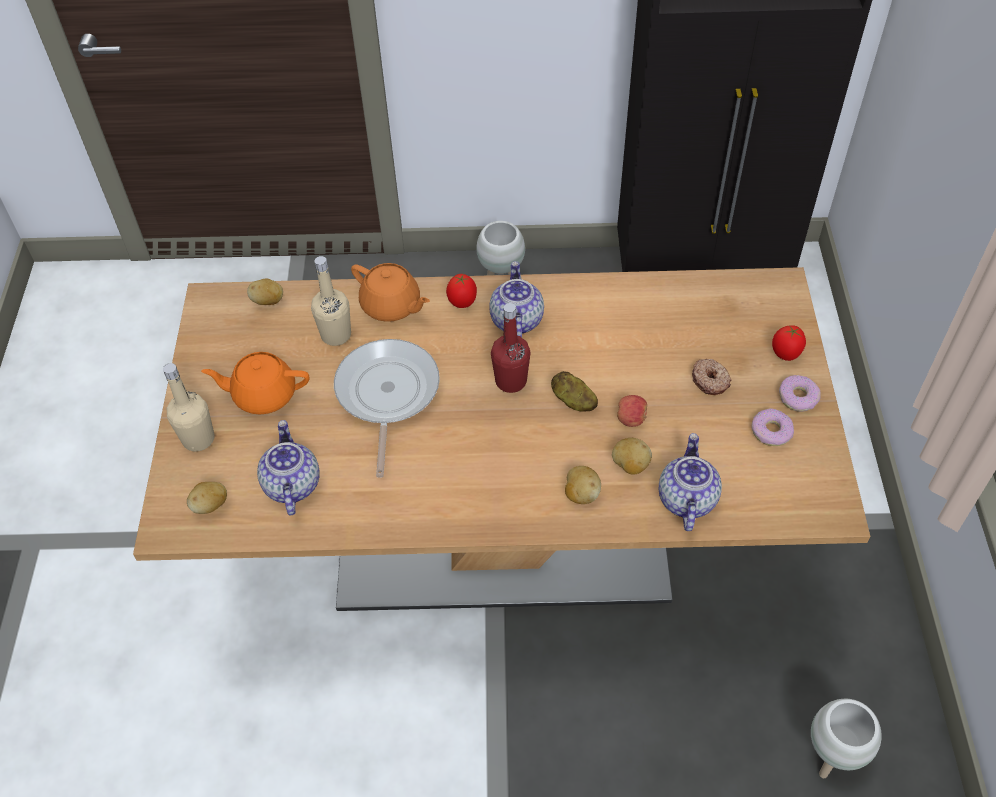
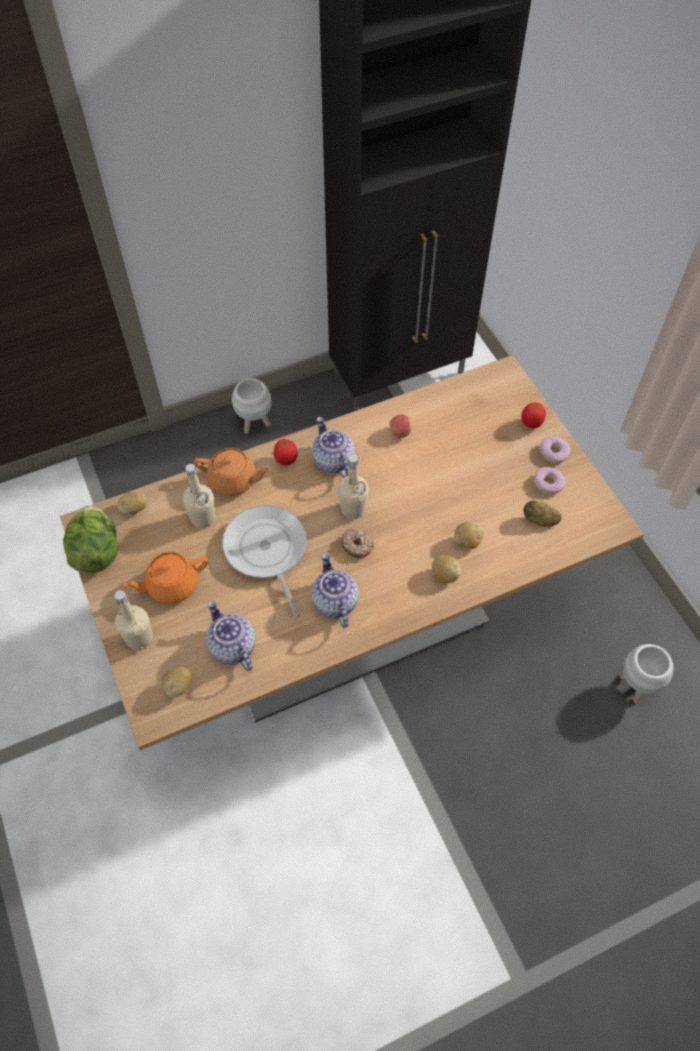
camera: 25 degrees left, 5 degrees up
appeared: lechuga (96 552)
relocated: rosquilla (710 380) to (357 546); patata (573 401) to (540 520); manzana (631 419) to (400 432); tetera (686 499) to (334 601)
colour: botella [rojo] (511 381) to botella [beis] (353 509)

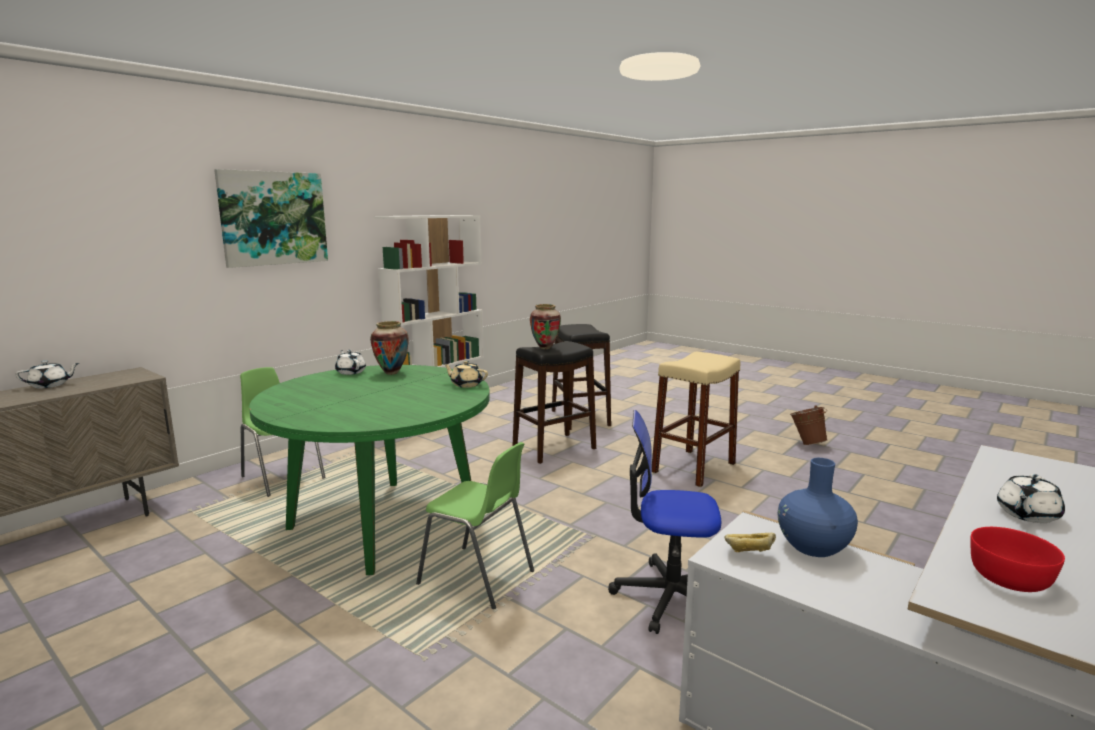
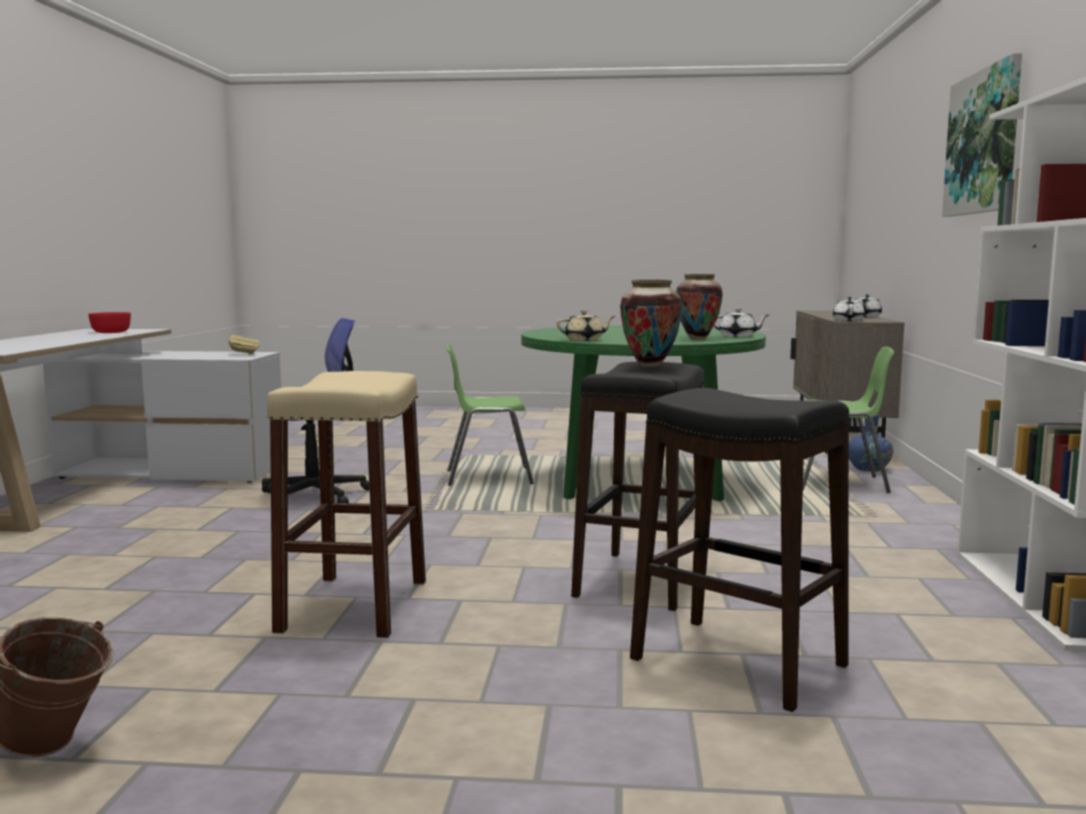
camera: 145 degrees right, 5 degrees down
relocated: florero [azul] (813 546) to (868 468); tetera [blanco] (1027 515) to (848 320)

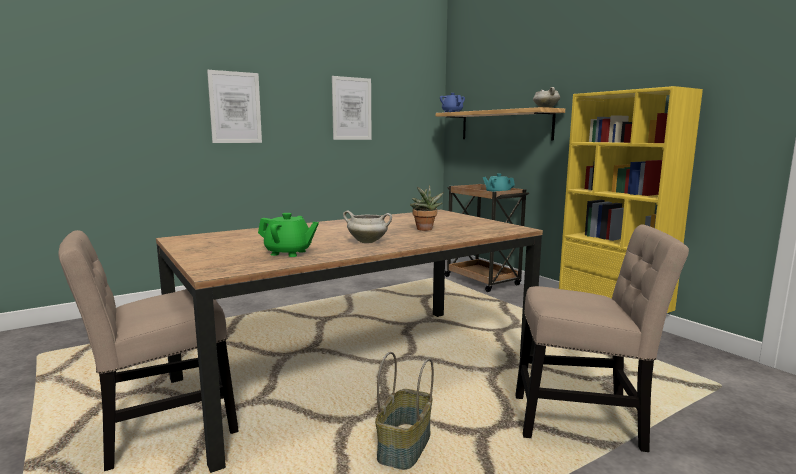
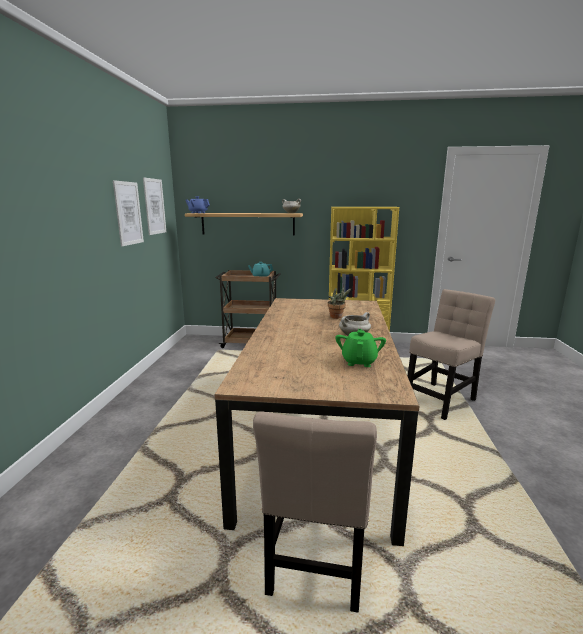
camera: 50 degrees left, 5 degrees up
missing: cesta (405 447)
relocated: cuadro (235 107) to (154 206)
spun: tetera [verde] (288 253) = (359 361) 45 degrees counterclockwise

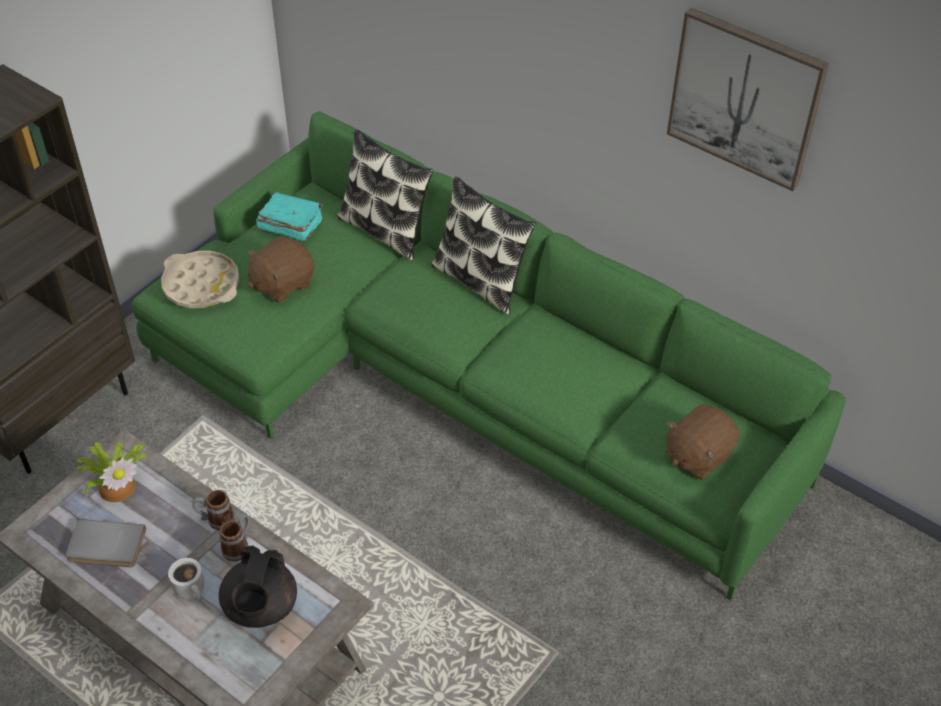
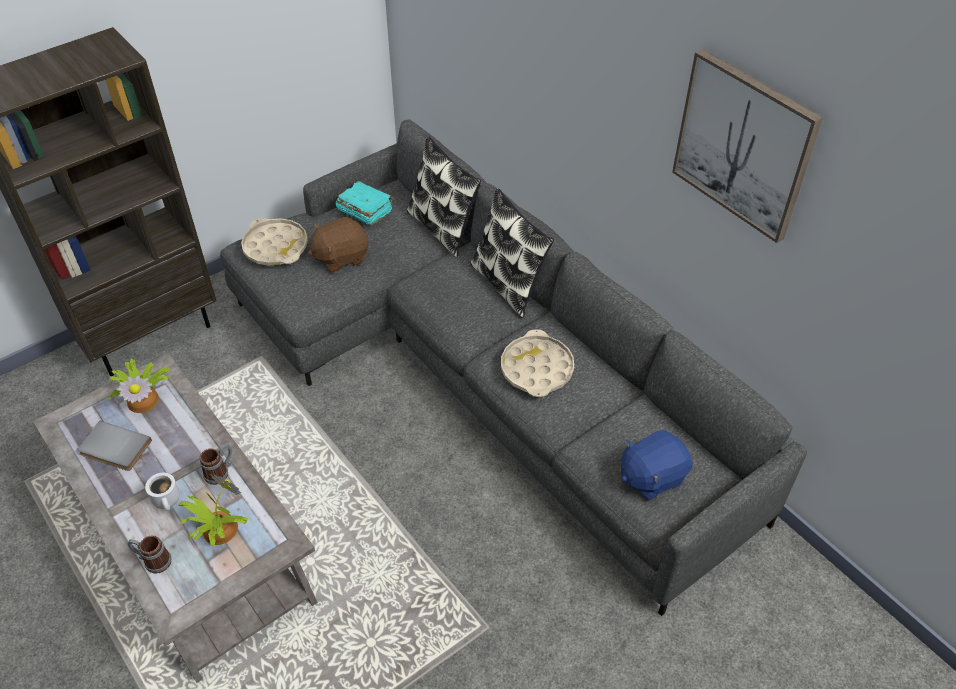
camera: 15 degrees right, 0 degrees up
appeared: bandeja [beis] (536 369)
relocated: taza grande (215 519) to (153 561)
exchanged: tetera [negro] (260 607) to planta en maceta (217 530)
colour: sofá [verde] (462 385) to sofá [gris] (481 372); peluche [marrón] (697 455) to peluche [azul] (651 476)

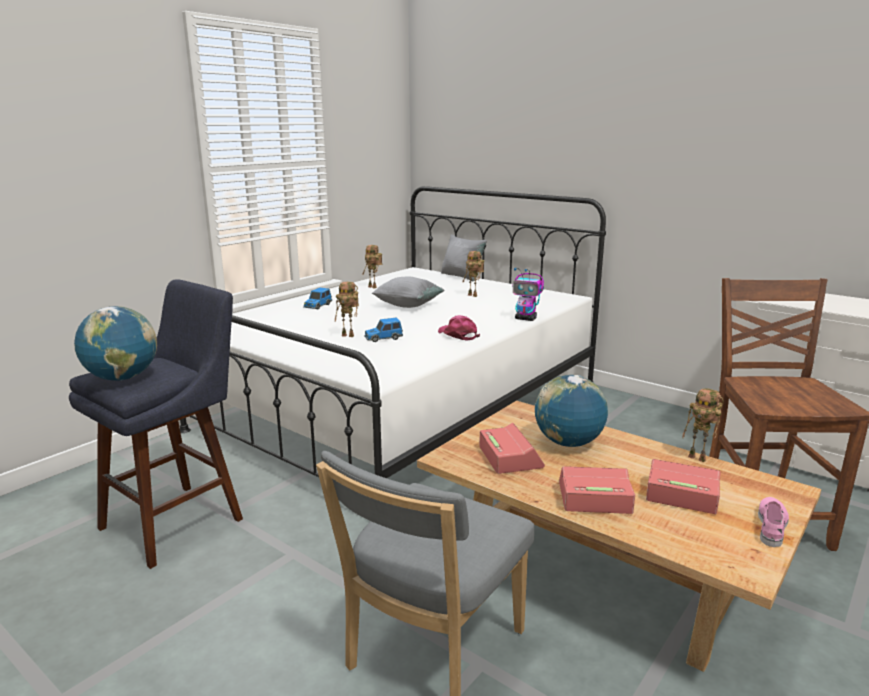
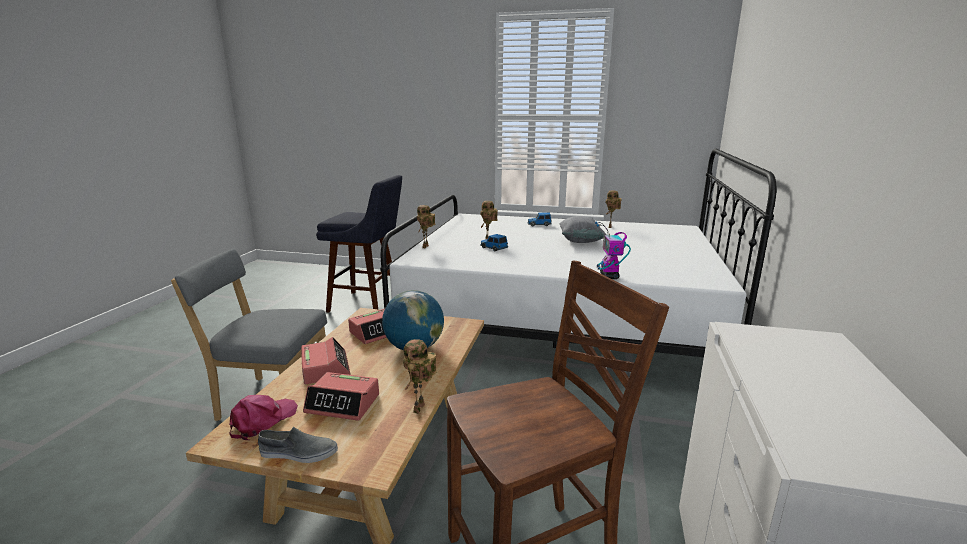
camera: 65 degrees right, 0 degrees up
missing: cojín [gris] (462 276); globo terráqueo (122 378)
relocated: robot de juguete (473 295) to (426 247); gorra [rosa] (458 334) to (262 421)
colour: zapato [rosa] (771 525) to zapato [gris] (298 453)
spun: despertador (681 494) = (343 404) 105 degrees clockwise

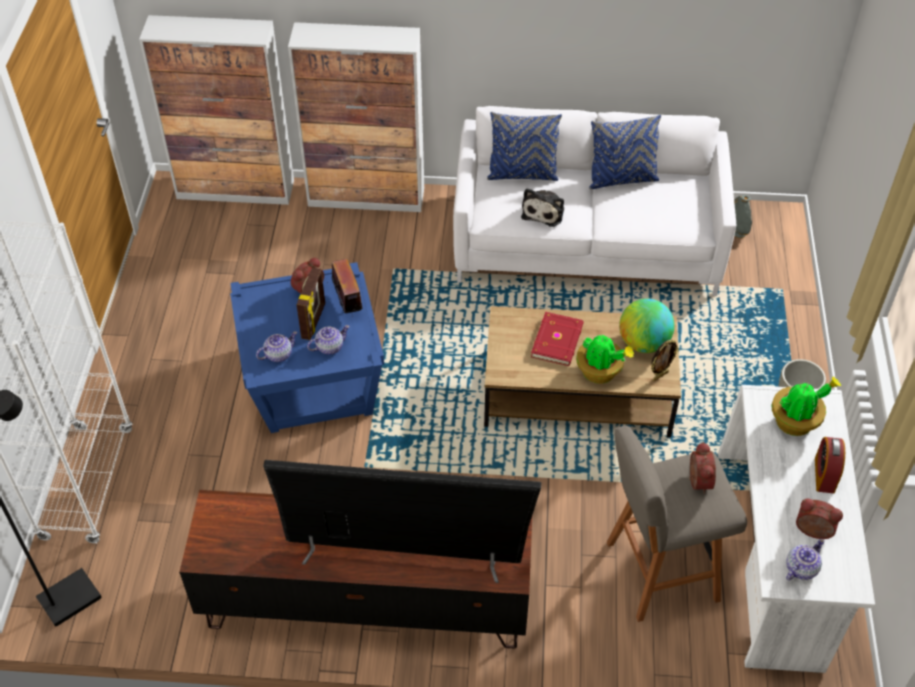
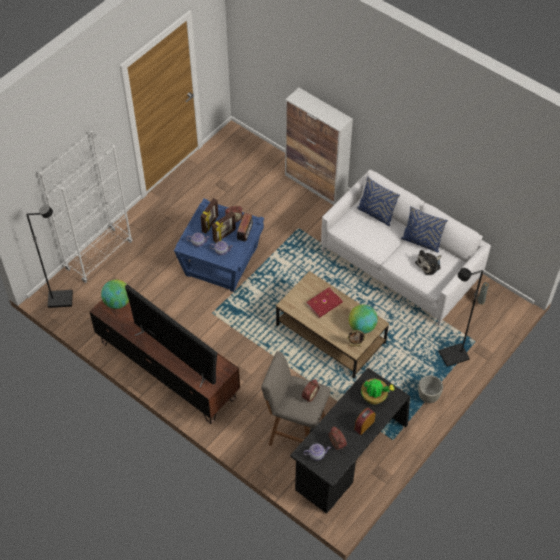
camera: 35 degrees right, 5 degrees up
missing: armario (236 190); planta en maceta (600 372)
appeared: portarretratos (210 224); lámpara de pie [negro] (453 356); globo terráqueo (117 302)
relocated: peluche (544 211) to (429 265)
colour: escritorio [blanco] (773 559) to escritorio [negro] (349 456)

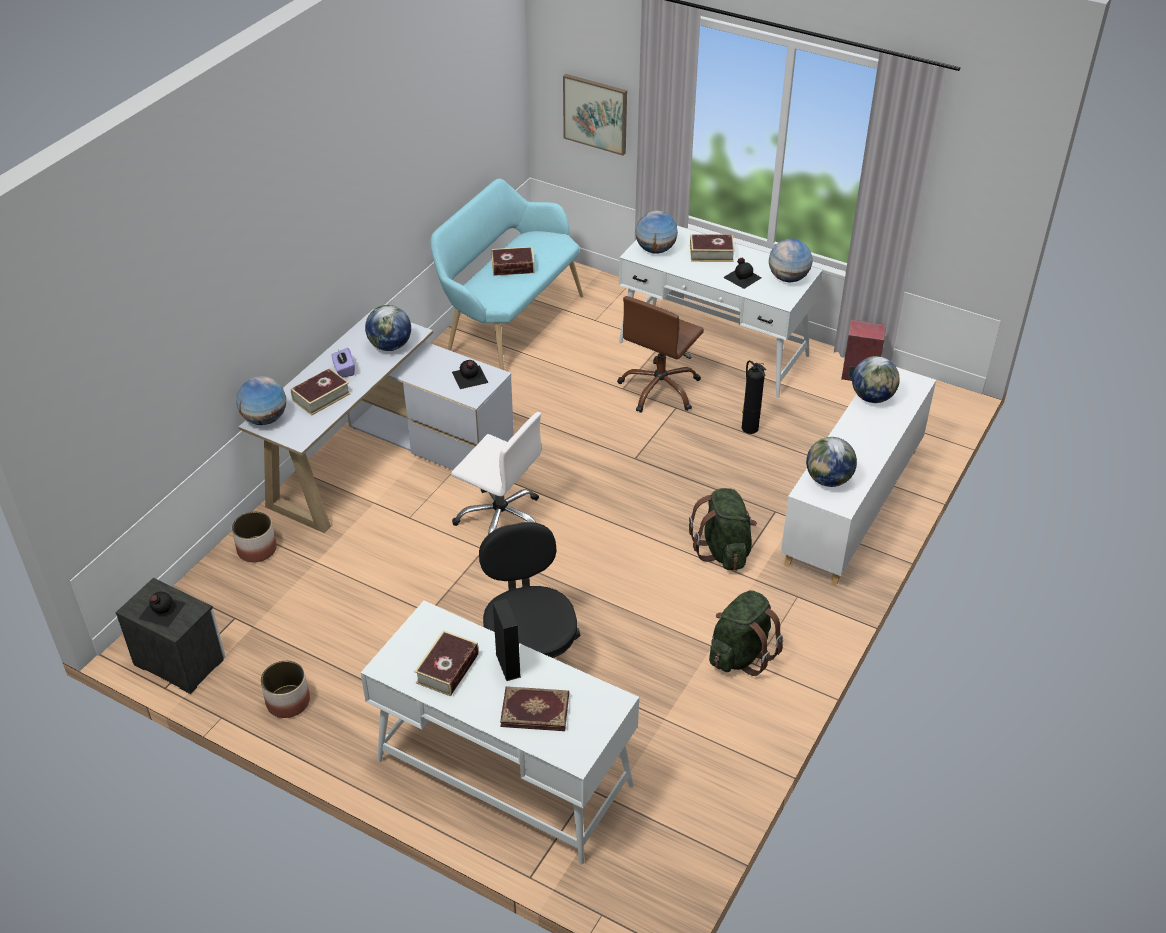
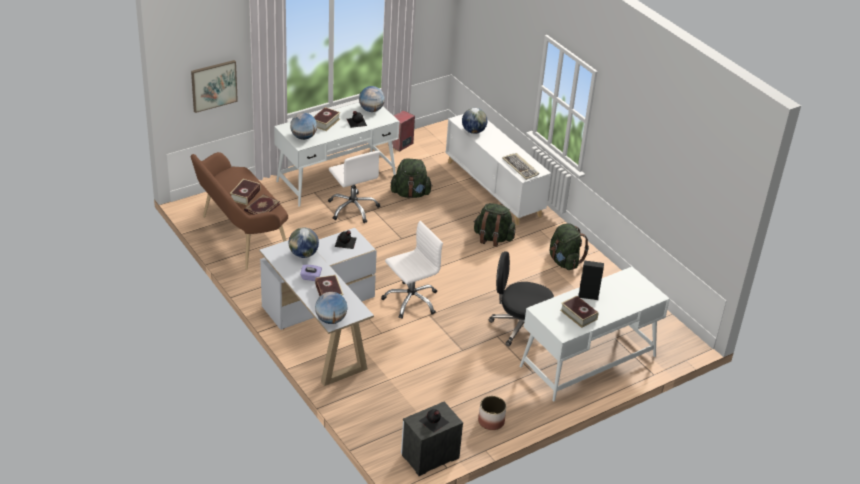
camera: 65 degrees left, 5 degrees down
missing: maceta (257 550)
relocated: libro (535 709) to (261 207)
exchanged: extintor (749 427) to mochila [verde] (410 194); globo terráqueo (828 480) to teclado (521 167)
colour: banco [turquesa] (509 324) to banco [marrón] (240 237); silla de oficina [marrón] (660 389) to silla de oficina [blanco] (353 208)

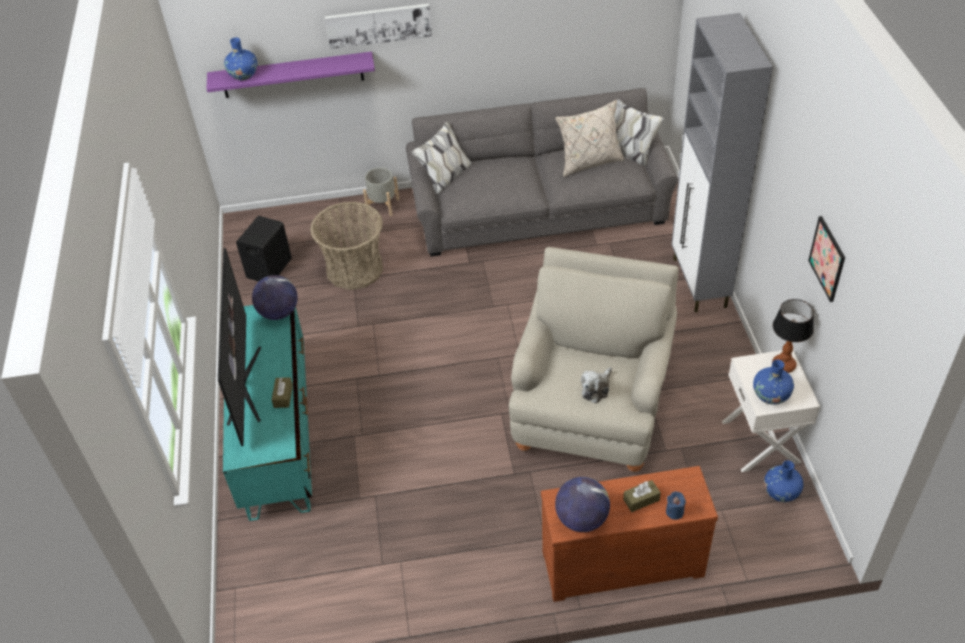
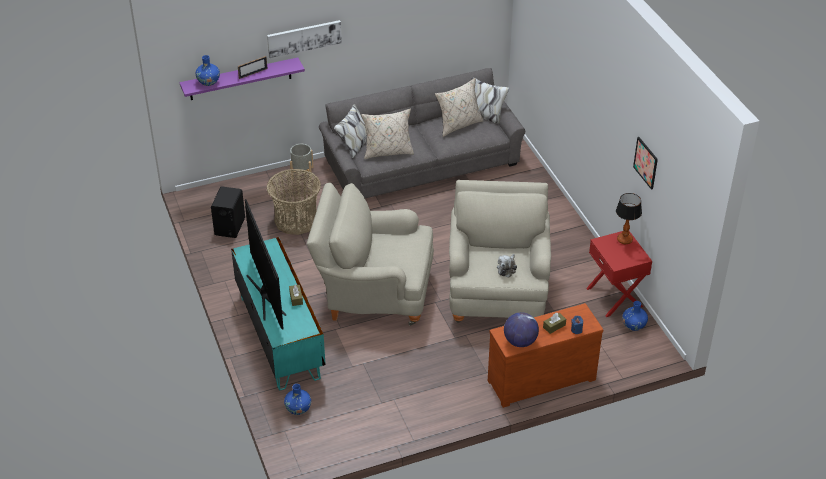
camera: 15 degrees left, 5 degrees down
missing: armario [gris] (699 283); globo terráqueo (278 313)
appeared: portarretratos (253 73); cojín [beis] (387 152); sillón [beis] (373 293)
relocated: florero [azul] (770 395) to (298 409)
colour: mesita de noche [blanco] (762 441) to mesita de noche [rojo] (615 297)

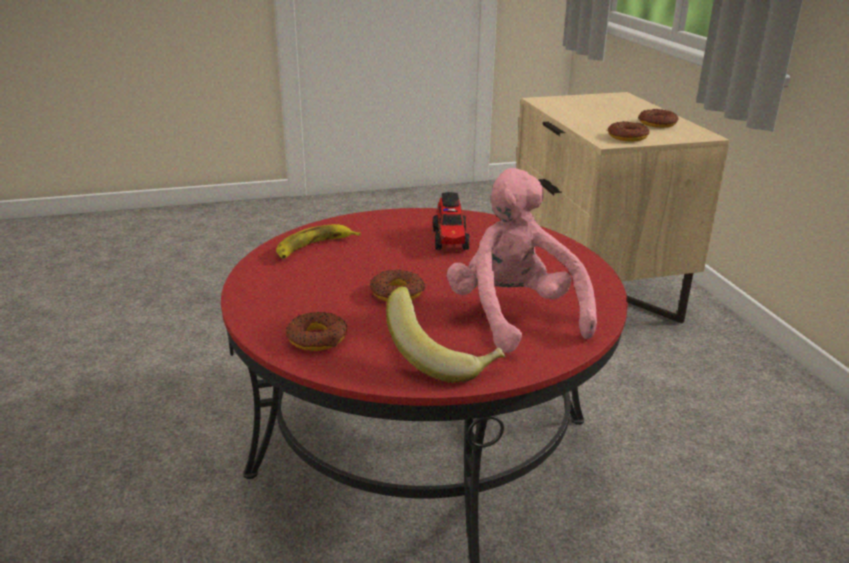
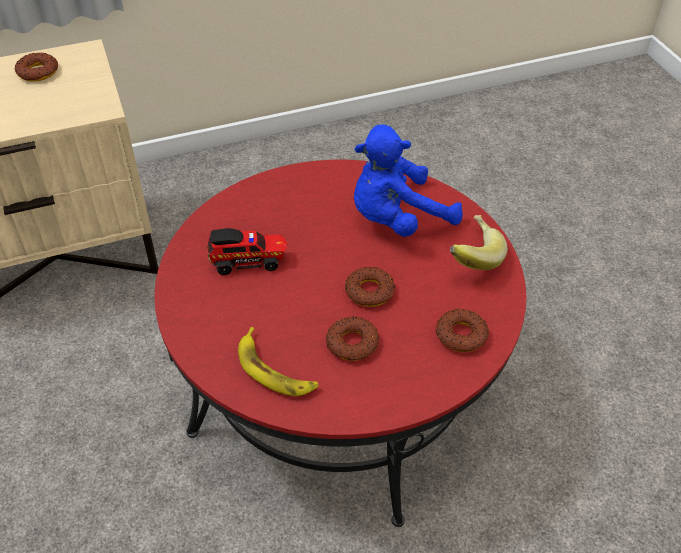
camera: 95 degrees left, 20 degrees up
relocated: rosquilla (627 137) to (352 343)
colour: peluche [rosa] (514 316) to peluche [azul] (397 219)

